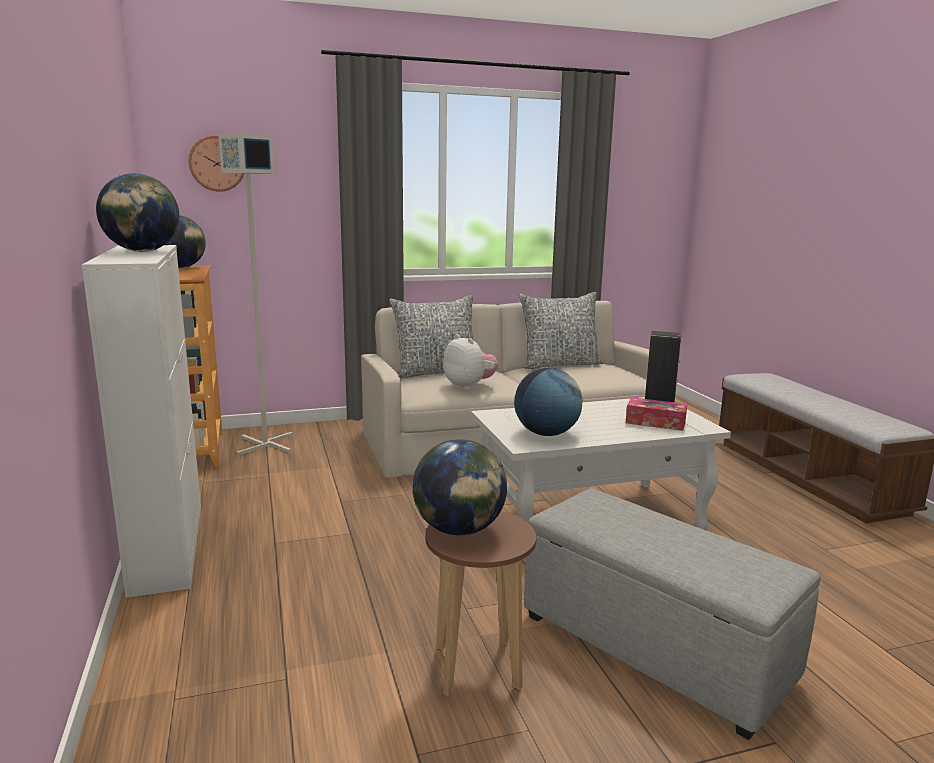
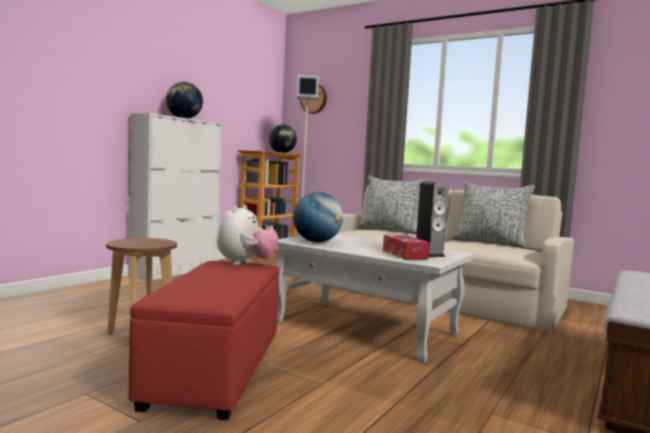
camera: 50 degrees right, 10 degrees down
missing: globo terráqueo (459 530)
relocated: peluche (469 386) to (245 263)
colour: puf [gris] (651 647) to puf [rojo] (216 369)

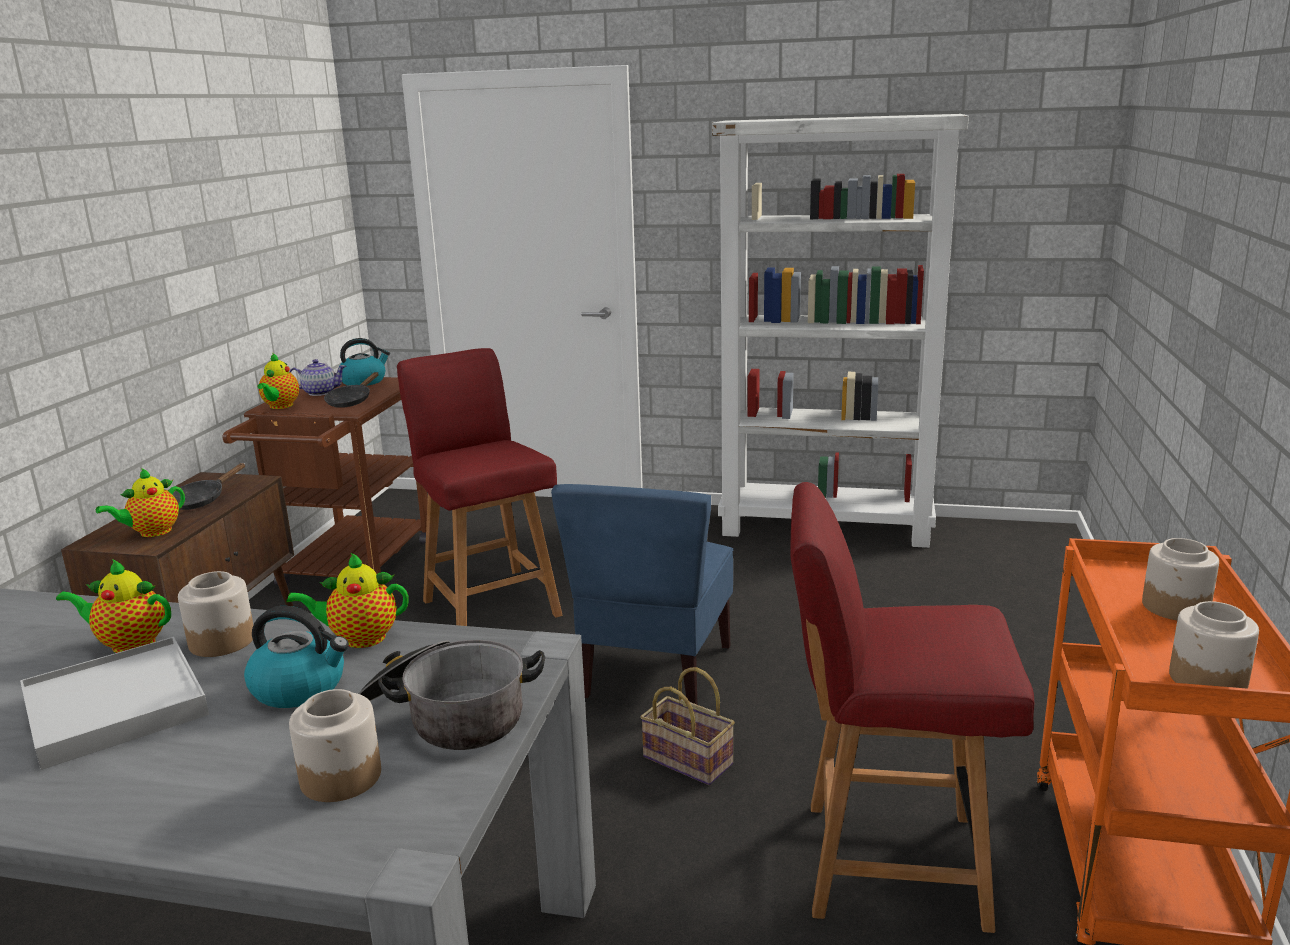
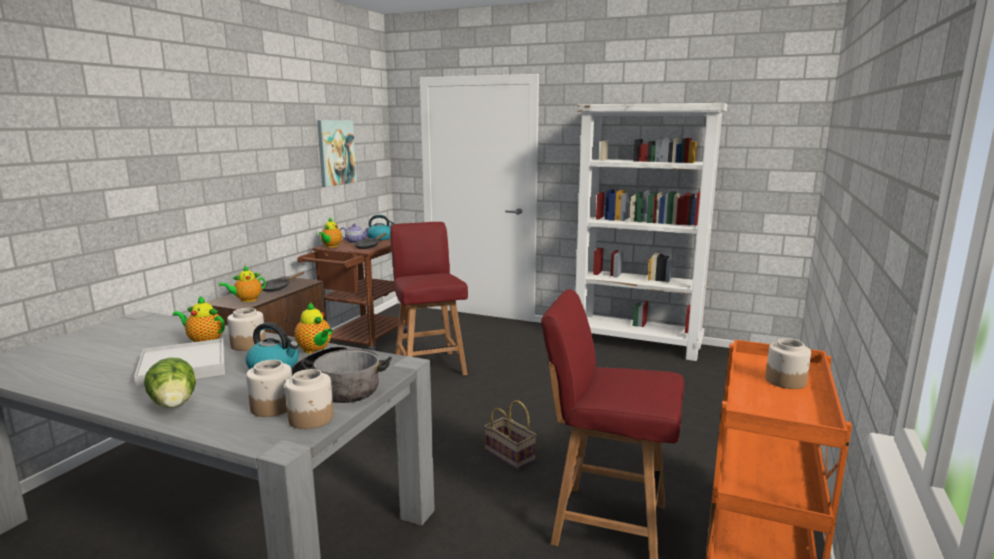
camera: 10 degrees right, 5 degrees down
missing: silla [azul] (654 672)
appeared: cuadro (336 152); lechuga (175 405)
relocated: tarro (1208 680) to (311 418)
spun: tetera (359 639) = (315 350) 135 degrees counterclockwise

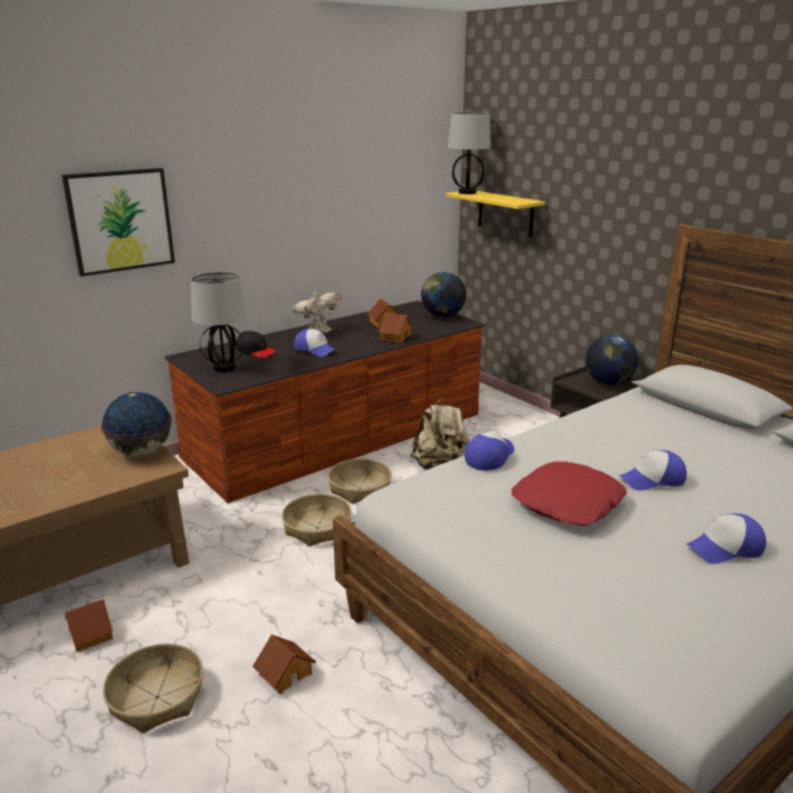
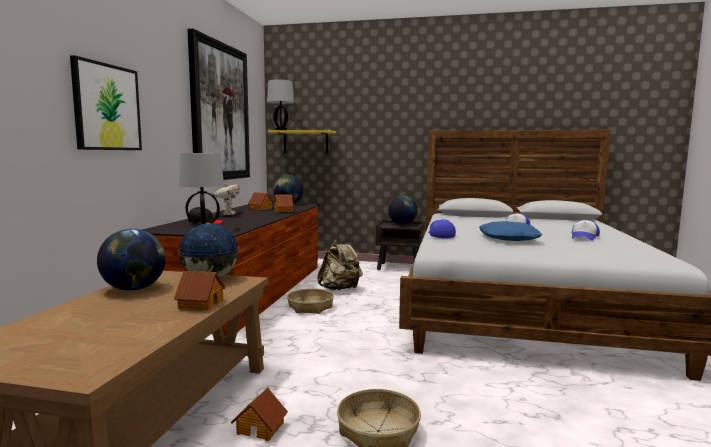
camera: 40 degrees left, 15 degrees down
missing: gorra (315 350); cesta (317 528)
appeared: cuadro (220 112); globo terráqueo (134 289)
relocated: casita (285 673) to (200 304)
colour: cojín [rojo] (568 503) to cojín [azul] (509 238)

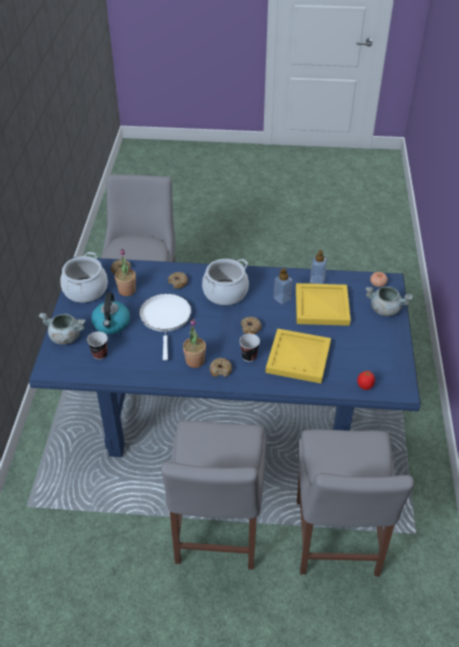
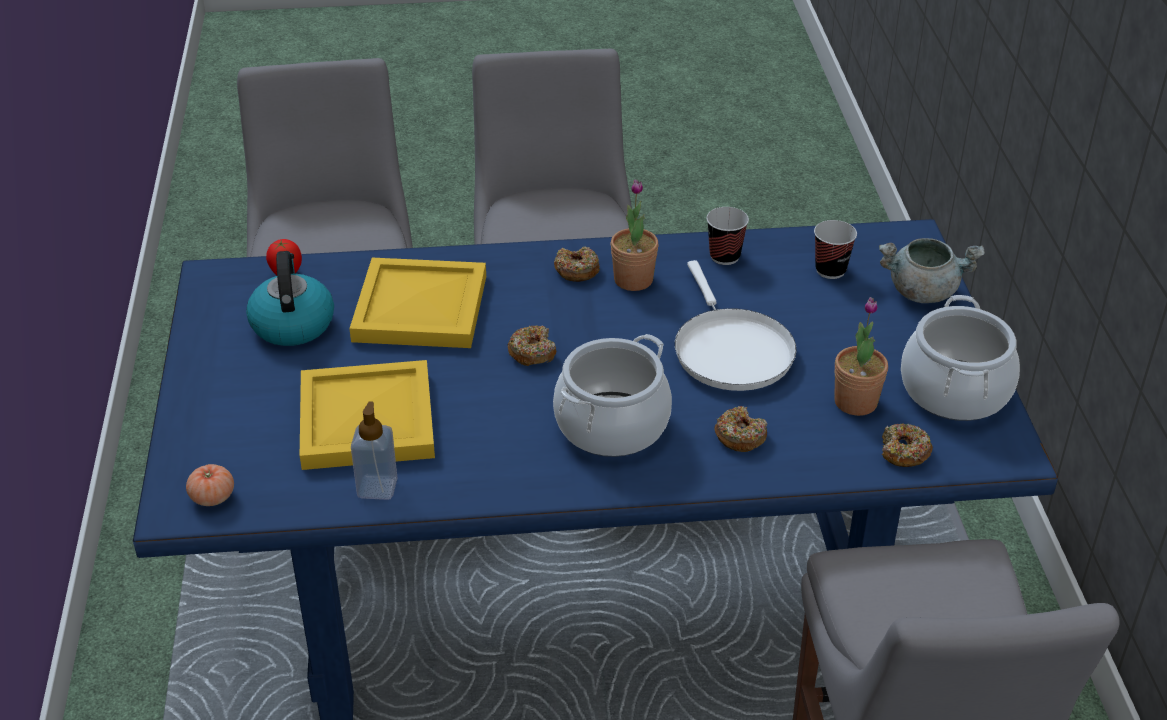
camera: 170 degrees right, 5 degrees down
missing: dispensador de jabón (282 298); olla [gris] (385 309)
relocated: hervidor (112 324) to (292 323); taza (249 356) to (724 256)

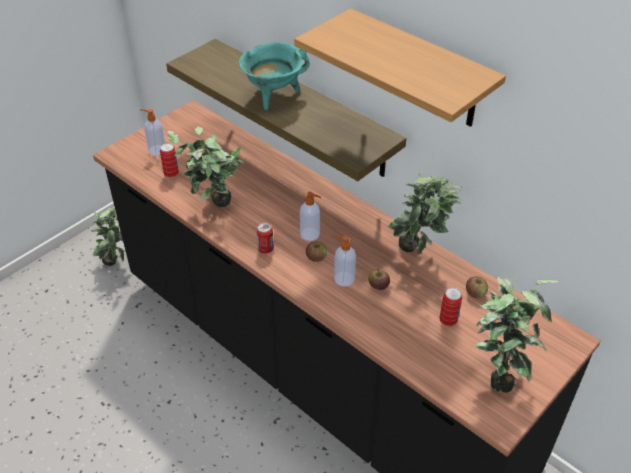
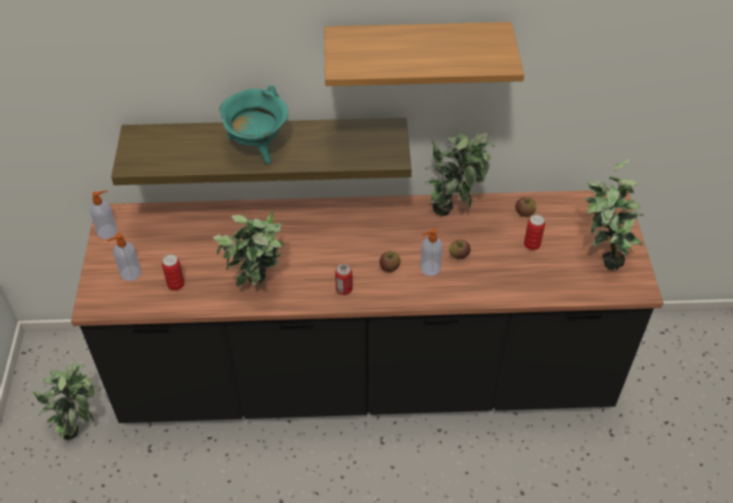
camera: 45 degrees left, 5 degrees up
relocated: dispensador de jabón (310 234) to (108 231)

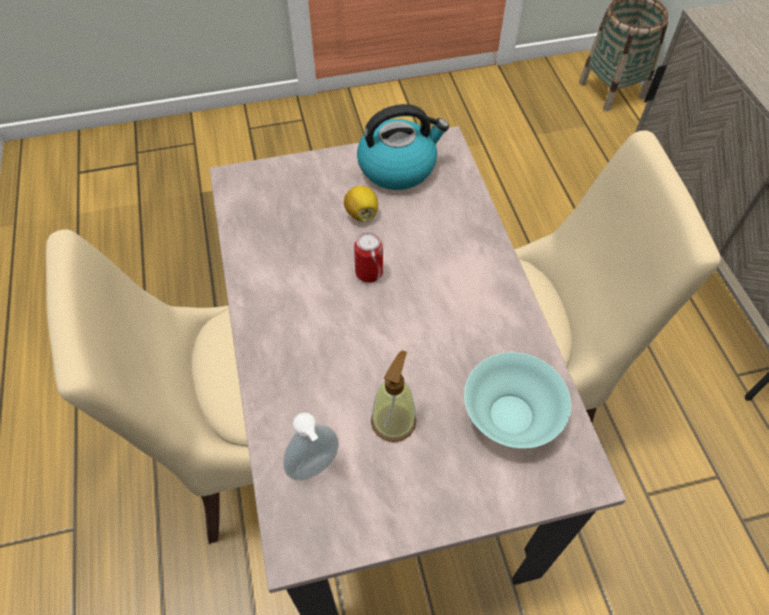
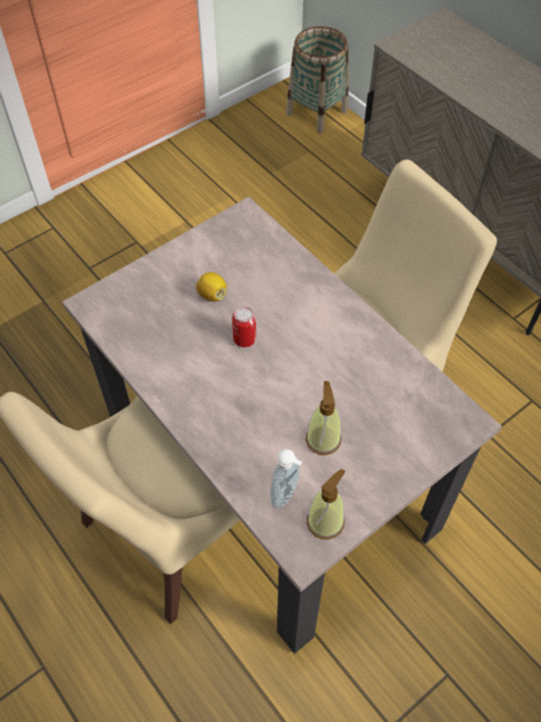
camera: 25 degrees left, 0 degrees up
missing: hervidor (398 167); cuenco [turquesa] (511 414)
appeared: dispensador de jabón (325 522)

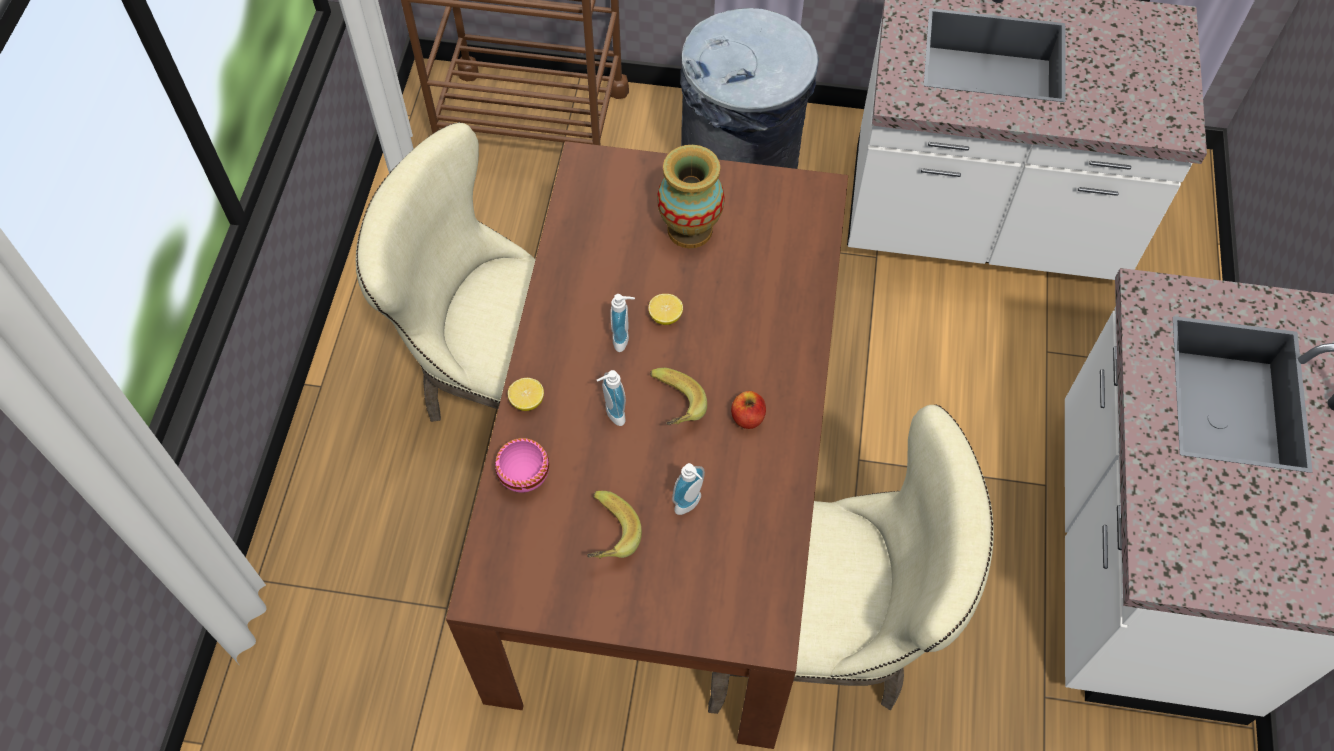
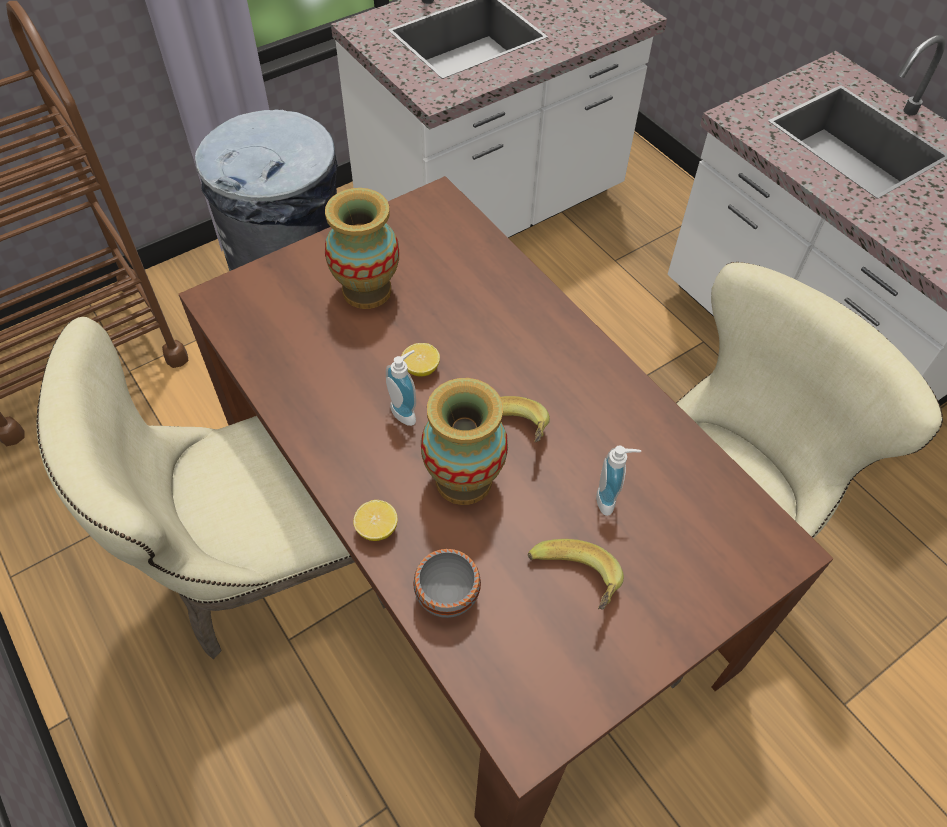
camera: 45 degrees left, 5 degrees down
missing: manzana (747 417)
exchanged: dispensador de jabón (611 414) to florero (464 480)
colour: cuenco [rosa] (525 478) to cuenco [gris] (449 597)

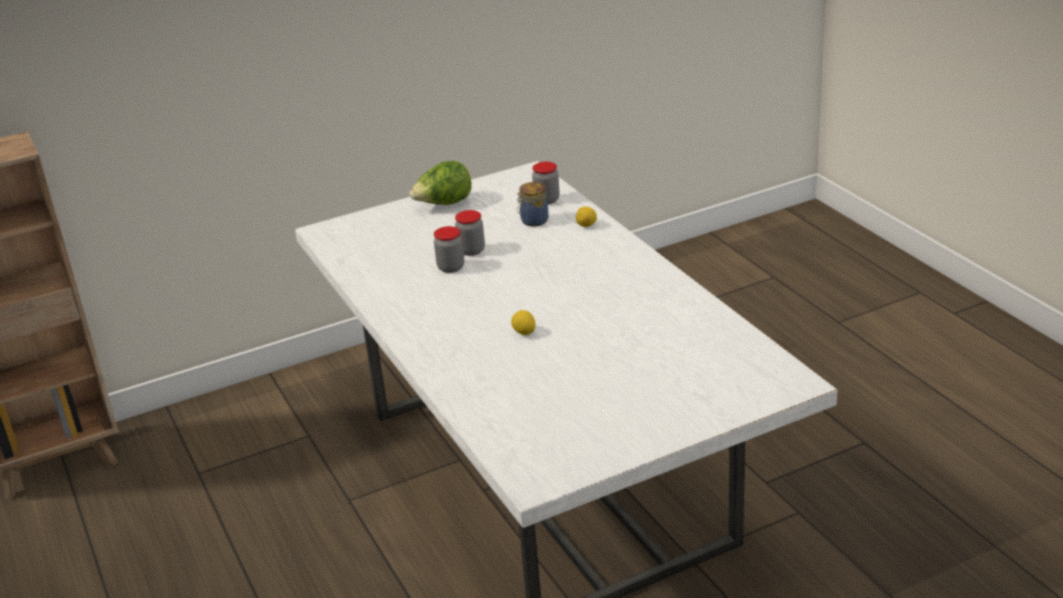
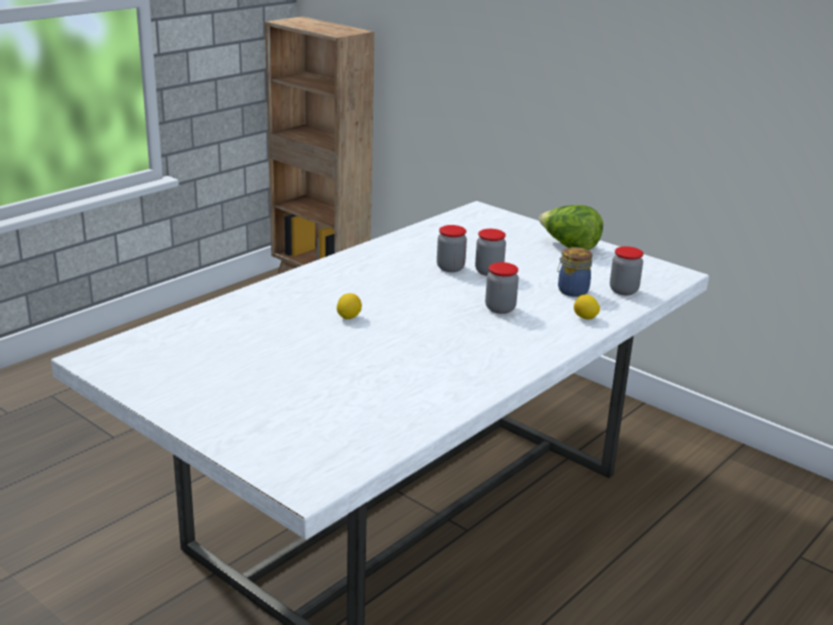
camera: 65 degrees right, 5 degrees down
appeared: tarro (500 308)

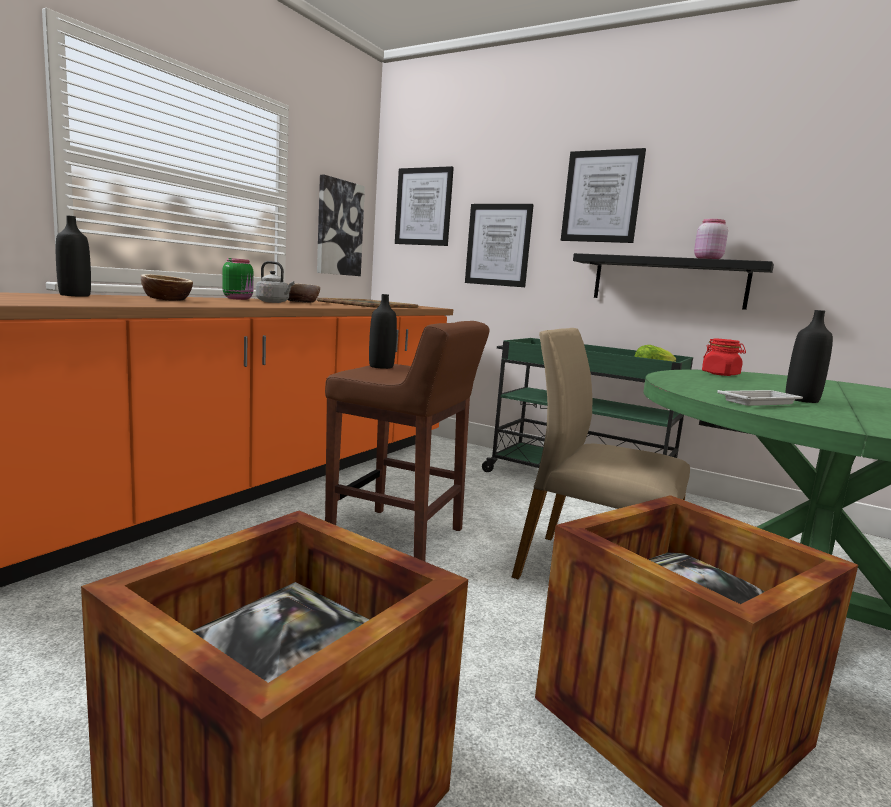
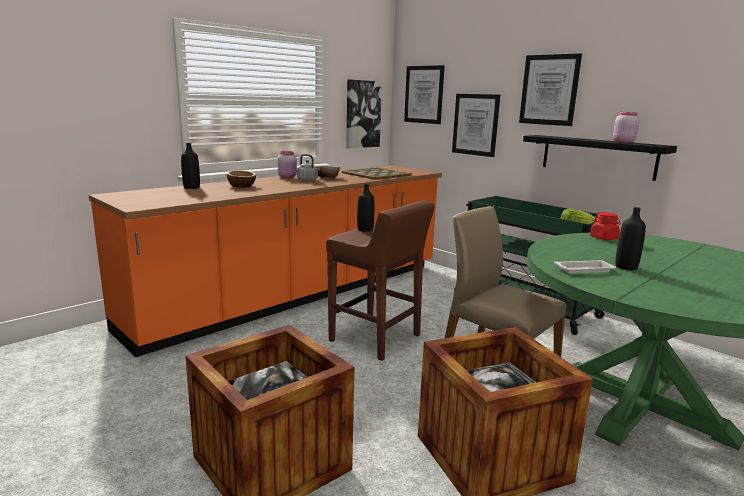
camera: 15 degrees right, 5 degrees up
colour: tarro [verde] (238 299) to tarro [rosa] (288 177)

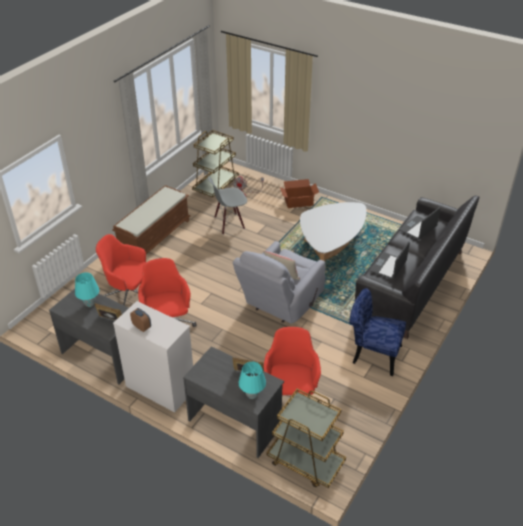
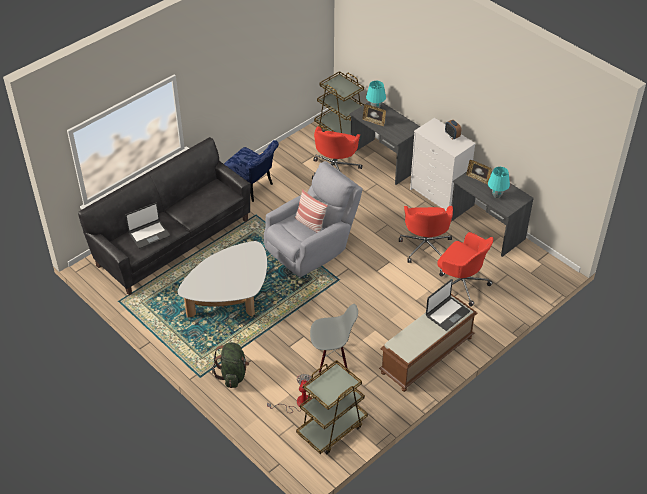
camera: 165 degrees left, 5 degrees up
relocated: portátil (388 266) to (447 313)
exchanged: caja de cartón (299 202) to mochila [verde] (233 374)

